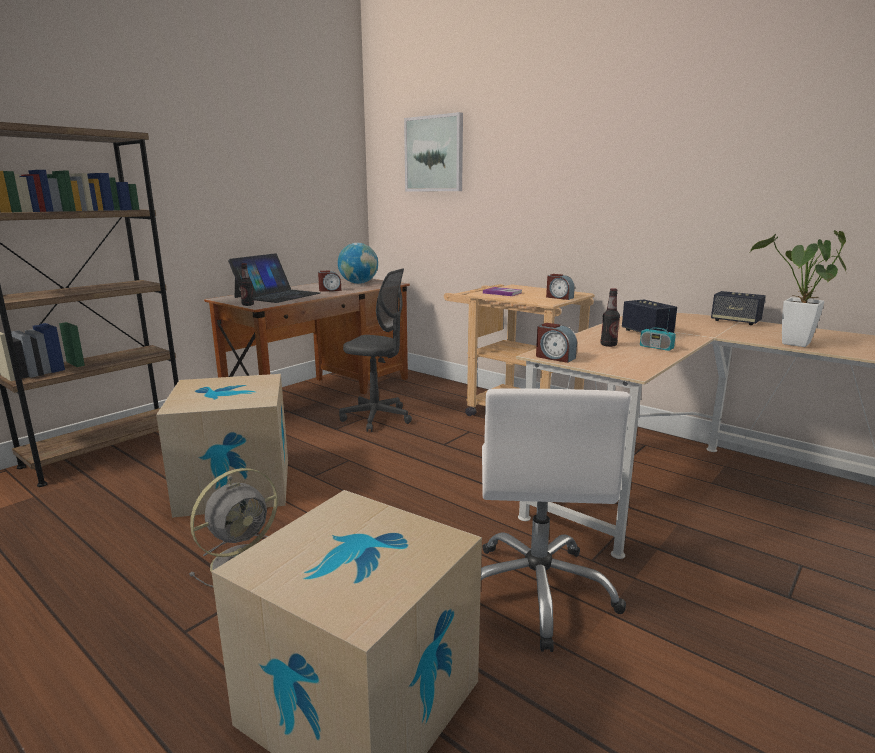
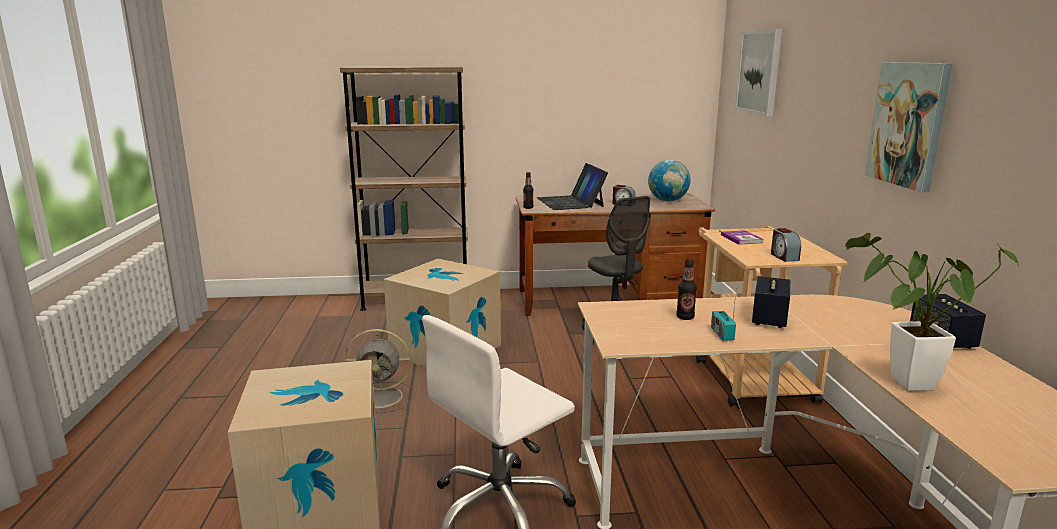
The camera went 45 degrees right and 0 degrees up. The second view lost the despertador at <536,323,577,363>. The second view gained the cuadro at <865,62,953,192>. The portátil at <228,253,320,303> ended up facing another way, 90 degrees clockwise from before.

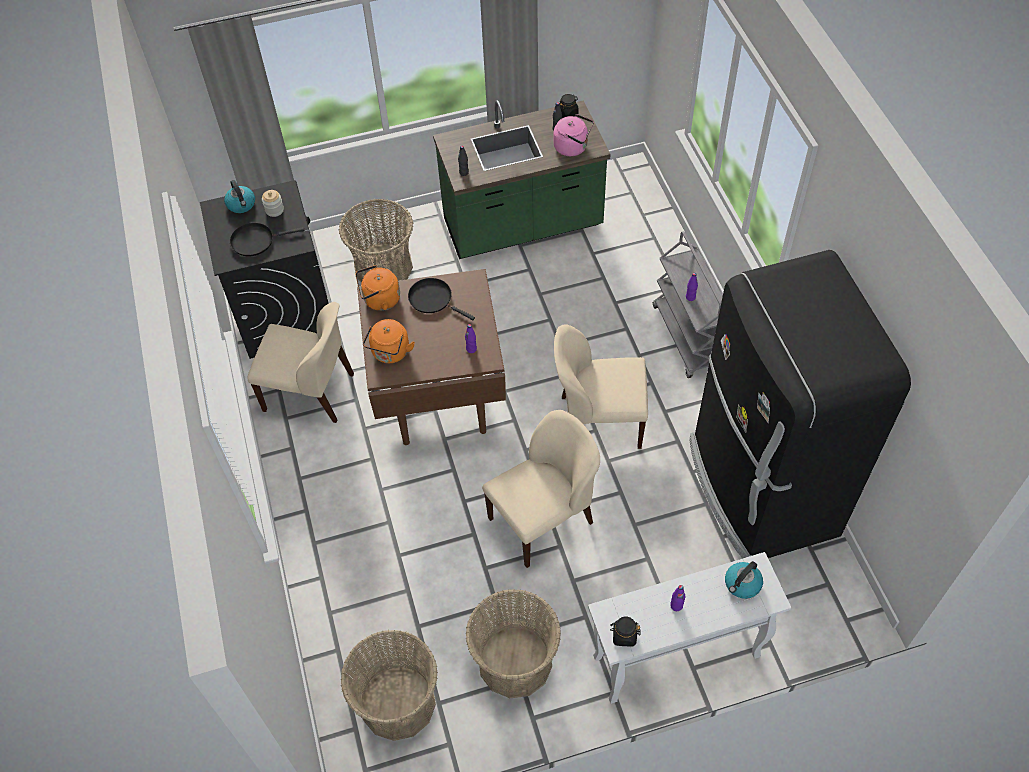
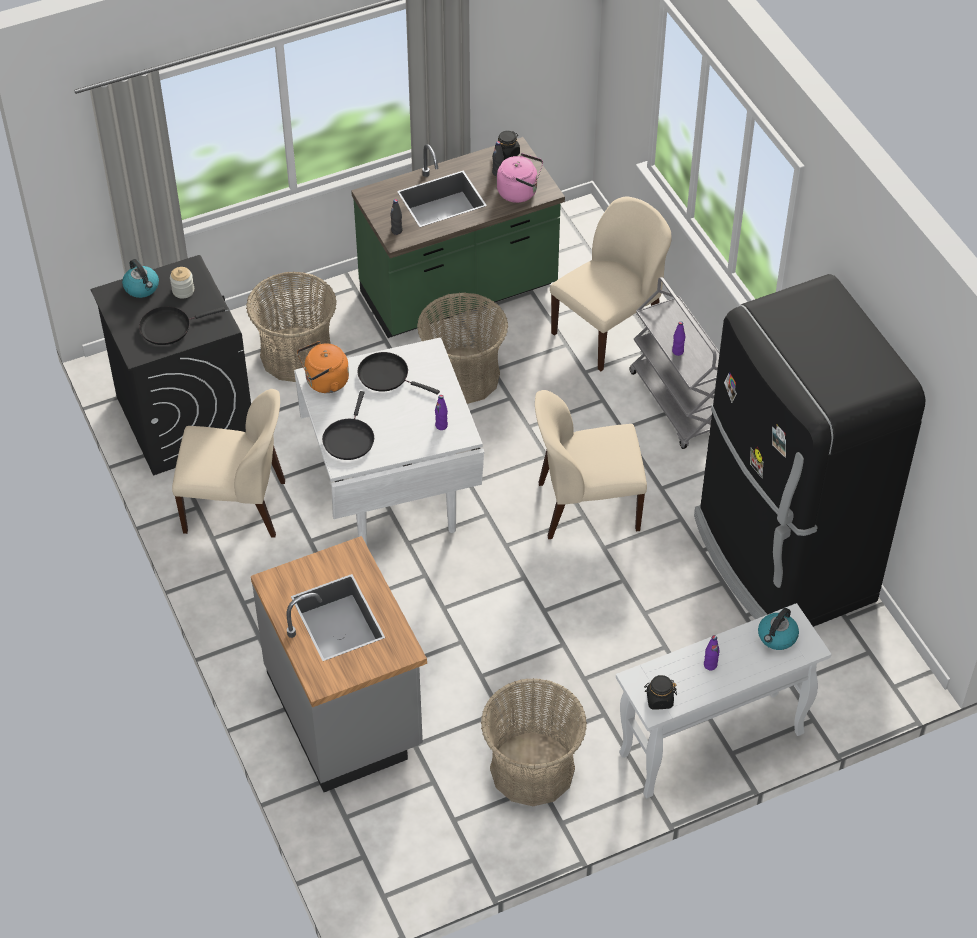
The camera went 10 degrees left and 5 degrees down. The second view gained the mueble bajo de cocina/gris at <251,536,427,792>. The cesta ended up elsewhere, having gone from <341,630,438,741> to <417,292,508,404>. The silla/beis ended up elsewhere, having gone from <482,410,600,568> to <550,197,672,371>. Where the hervidor/naranja stood at <363,319,415,363>, the sartén/negro came to stand at <322,391,374,460>. What was the mesa de comedor/marrón at <357,269,506,445> turned into the mesa de comedor/blanco at <294,338,484,545>.

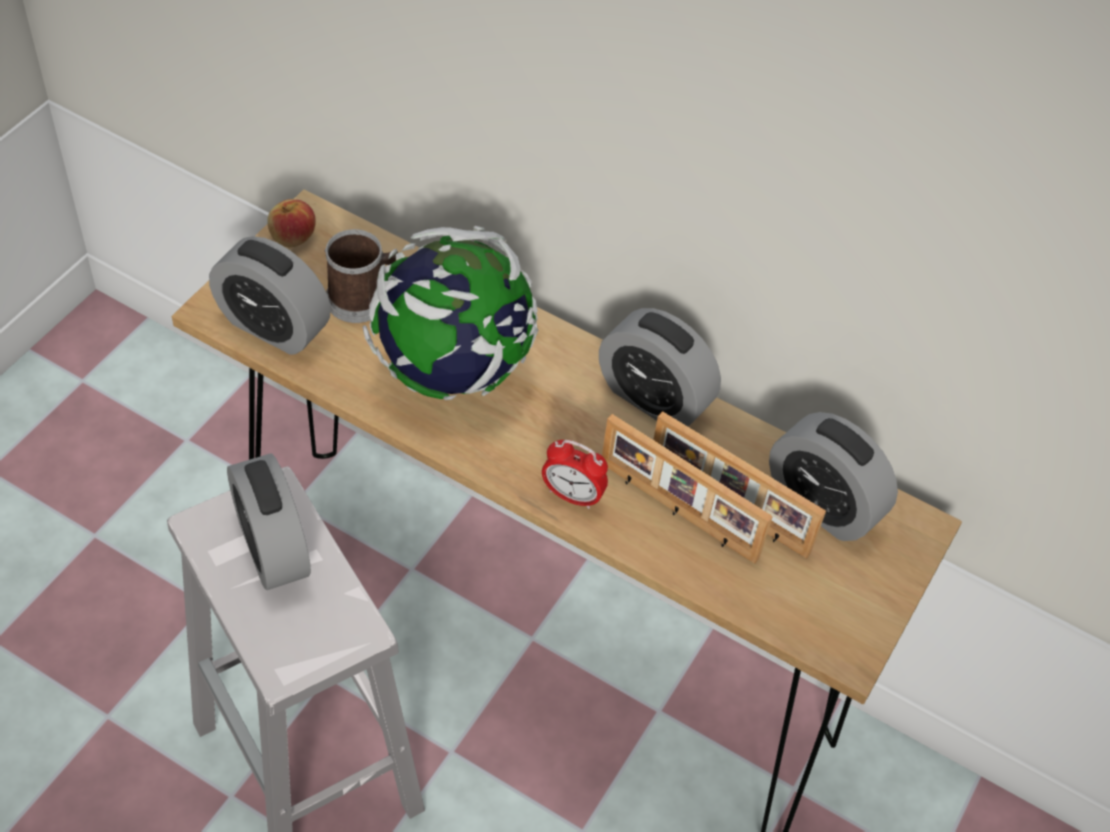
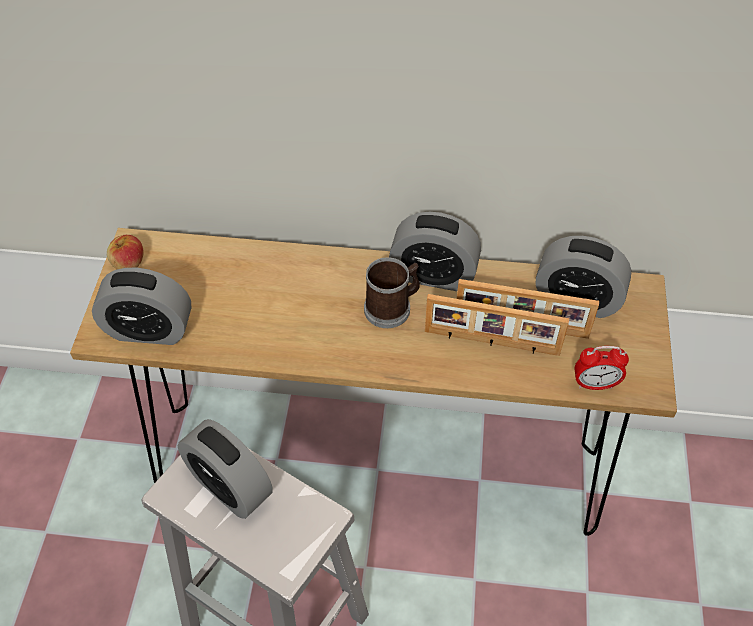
The camera went 20 degrees left and 0 degrees up. The second view lost the globo terráqueo at <363,226,538,400>. The taza grande ended up elsewhere, having gone from <325,229,398,323> to <364,257,420,328>. The despertador ended up elsewhere, having gone from <542,440,608,509> to <574,346,629,390>.

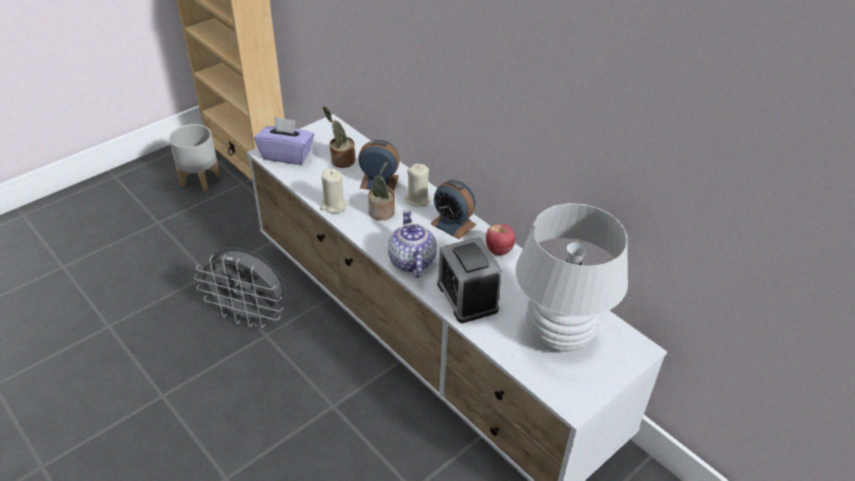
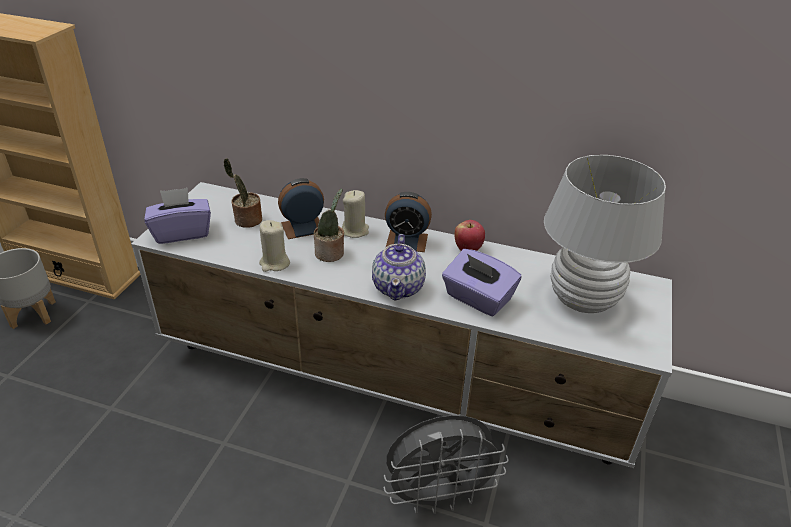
The camera went 30 degrees left and 5 degrees down. The ventilador/gris ended up elsewhere, having gone from <194,247,286,328> to <383,415,509,514>. Where the despertador stood at <437,237,502,323>, the caja de pañuelos/morado came to stand at <442,249,521,316>. The tetera at <388,209,437,278> ended up facing another way, 135 degrees counterclockwise from before.

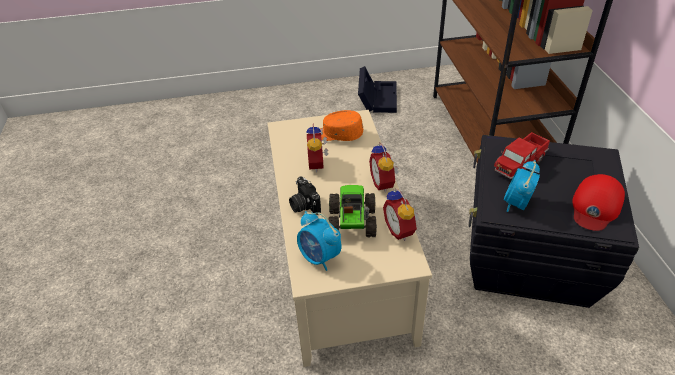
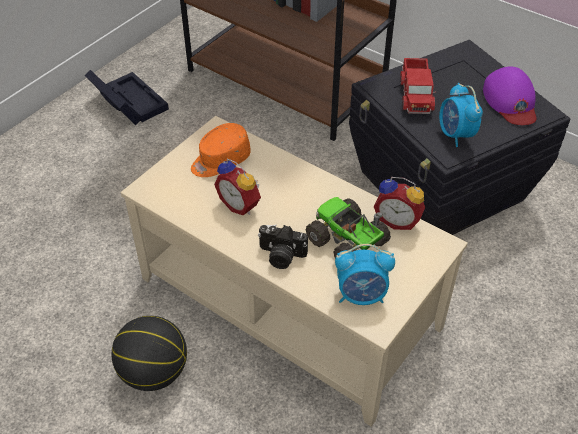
The camera went 45 degrees left and 5 degrees up. The second view lost the despertador at <369,142,399,193>. The second view gained the balón de baloncesto at <112,316,187,391>. What was the gorra/rojo at <572,174,625,231> turned into the gorra/morado at <483,66,537,125>.

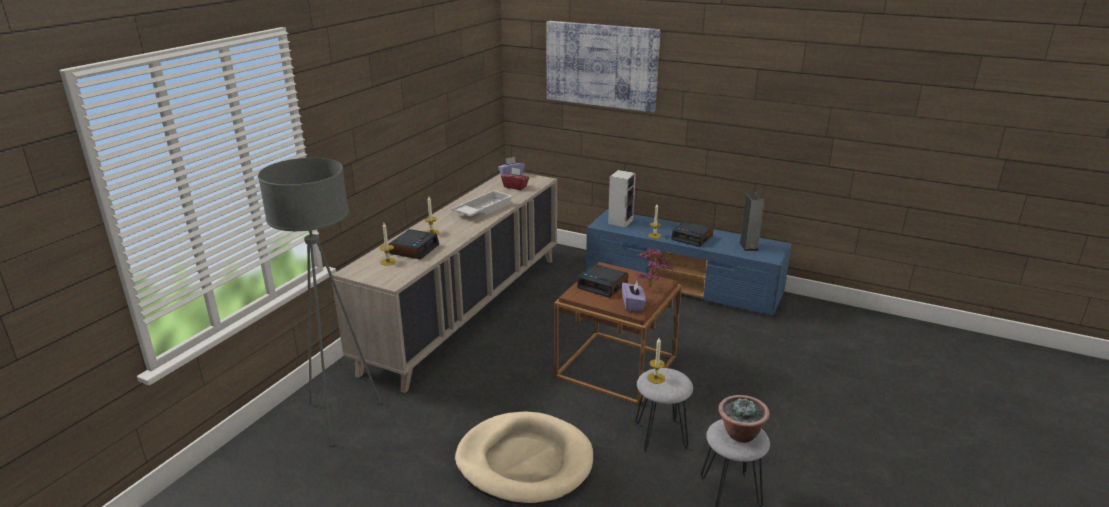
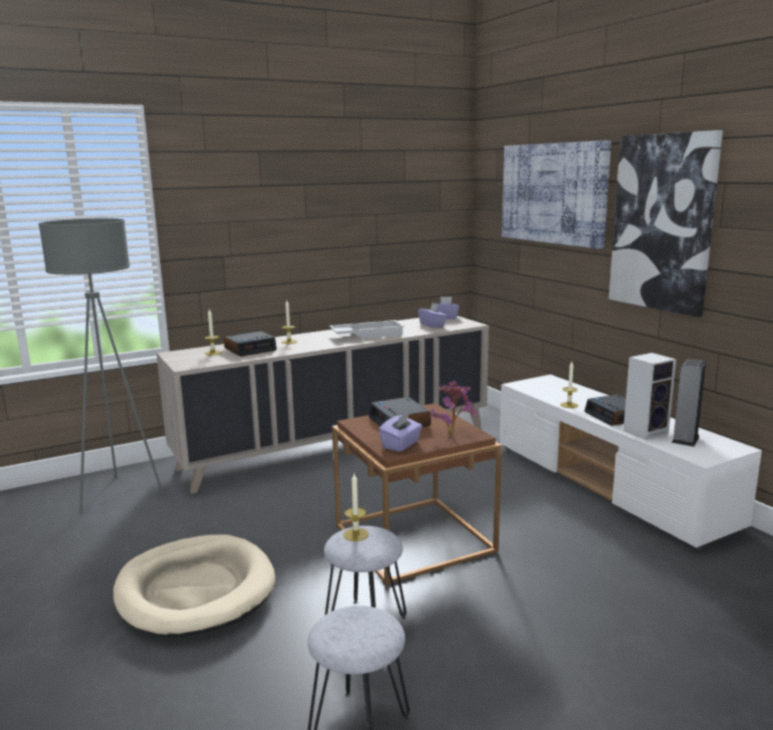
The camera went 35 degrees right and 10 degrees down. The second view lost the planta en maceta at <718,395,770,443>. The second view gained the cuadro at <609,130,723,317>. The altavoz ended up elsewhere, having gone from <608,170,636,227> to <623,353,676,440>. What was the caja de pañuelos/rojo at <501,168,529,190> turned into the caja de pañuelos/morado at <418,303,447,328>. What was the mueble de televisión/azul at <586,209,792,316> turned into the mueble de televisión/blanco at <500,374,762,550>.

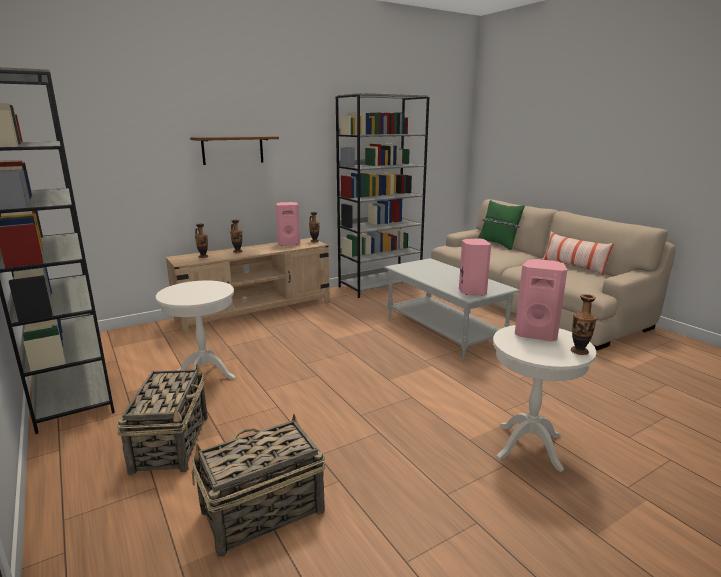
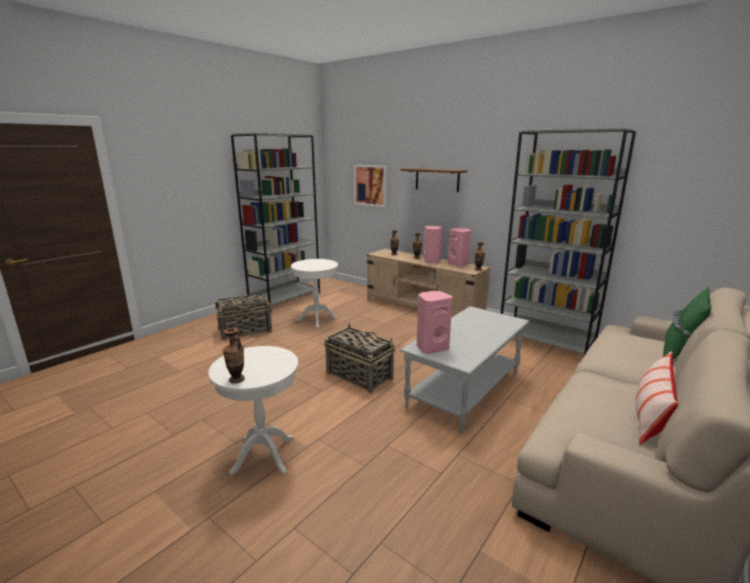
The camera went 70 degrees right and 0 degrees up. The second view gained the cuadro at <354,165,387,207>. The cesta ended up elsewhere, having gone from <192,414,325,557> to <324,323,396,393>. The altavoz/rosa ended up elsewhere, having gone from <515,259,567,341> to <424,226,442,263>.

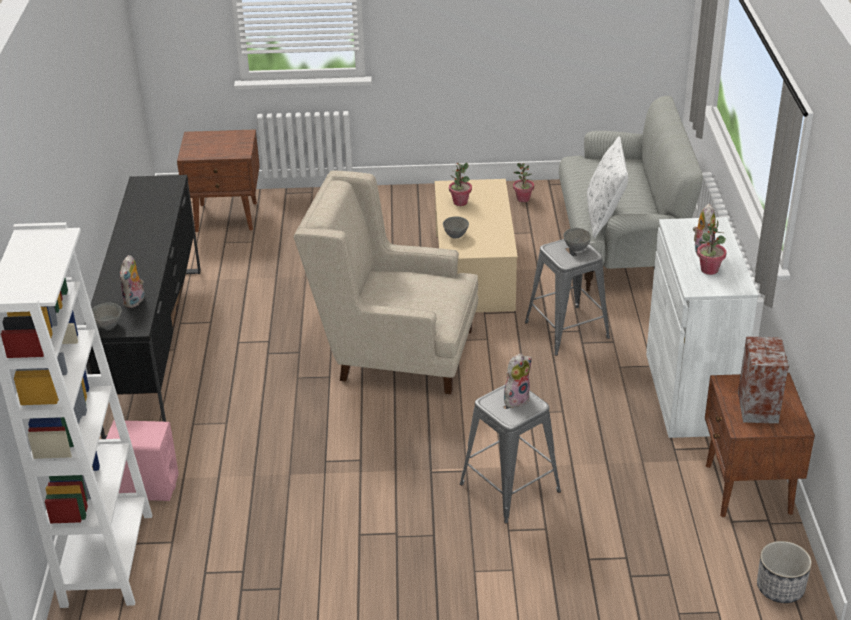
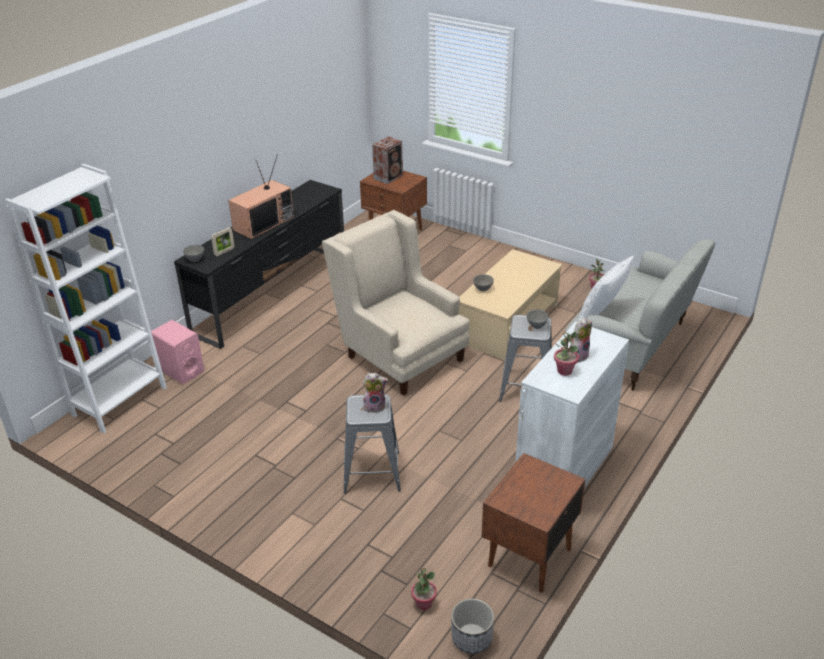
The camera went 35 degrees right and 0 degrees up. The second view gained the televisor at <228,154,294,239>. The planta en maceta ended up elsewhere, having gone from <449,163,472,206> to <411,568,437,610>. The altavoz ended up elsewhere, having gone from <738,336,789,424> to <372,136,403,184>. Where the peluche stood at <119,255,144,308>, the portarretratos came to stand at <211,227,235,256>.

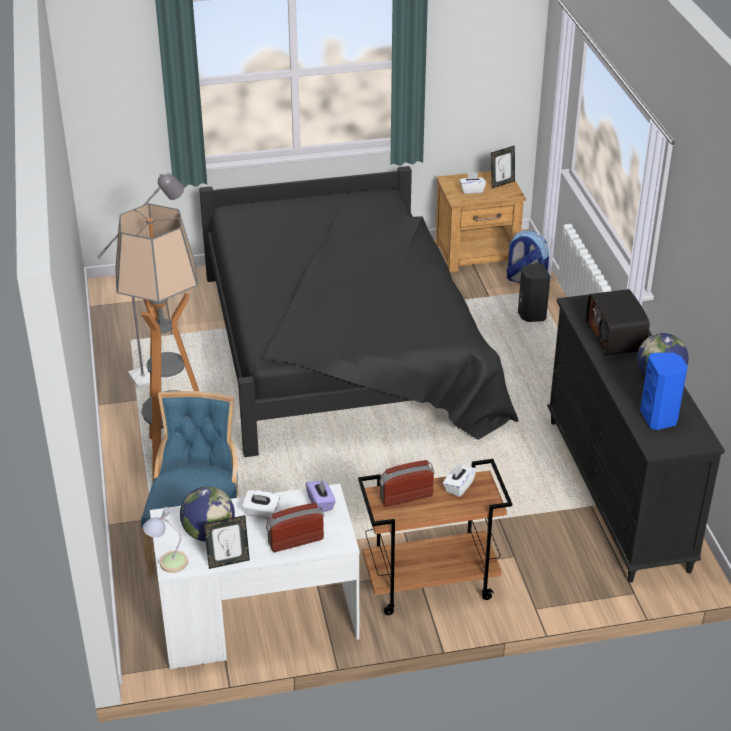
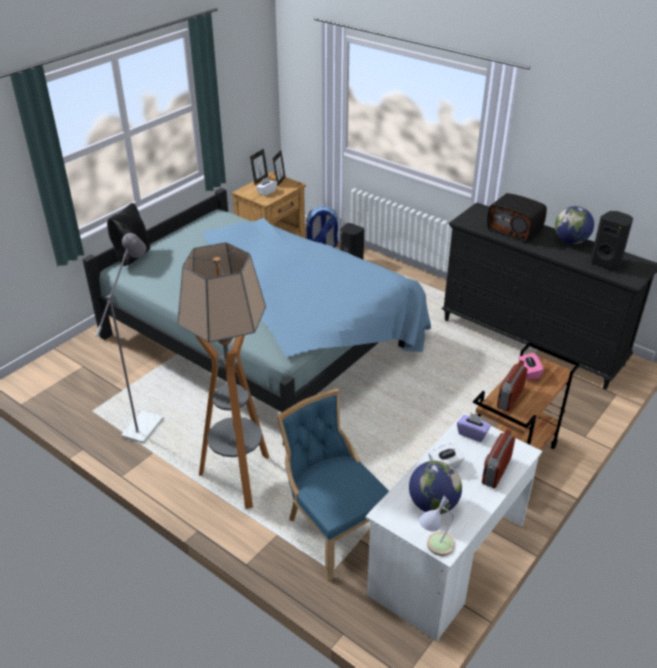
The camera went 40 degrees left and 0 degrees up. The second view gained the cojín/negro at <107,203,150,266>. The portarretratos ended up elsewhere, having gone from <204,515,250,569> to <250,149,268,185>. What was the cama/negro at <199,166,518,457> turned into the cama/azul at <83,188,431,446>. What was the caja de pañuelos/blanco at <443,463,476,497> turned into the caja de pañuelos/rosa at <518,353,544,380>. What was the altavoz/azul at <640,353,688,430> turned into the altavoz/negro at <590,211,633,271>.

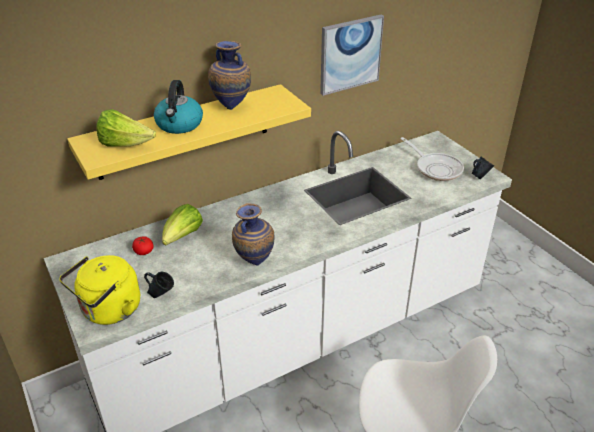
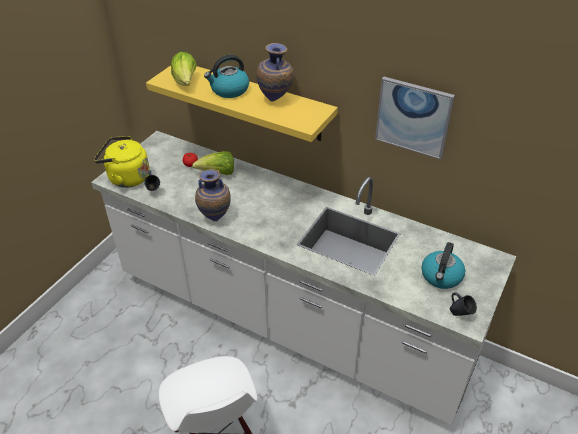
The camera went 60 degrees right and 5 degrees up. Where the sartén stood at <400,137,464,181>, the hervidor came to stand at <421,242,465,289>.

